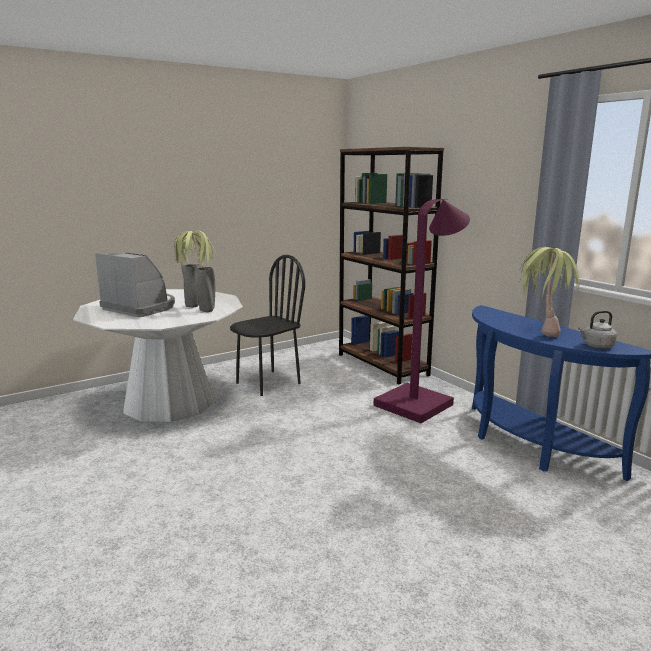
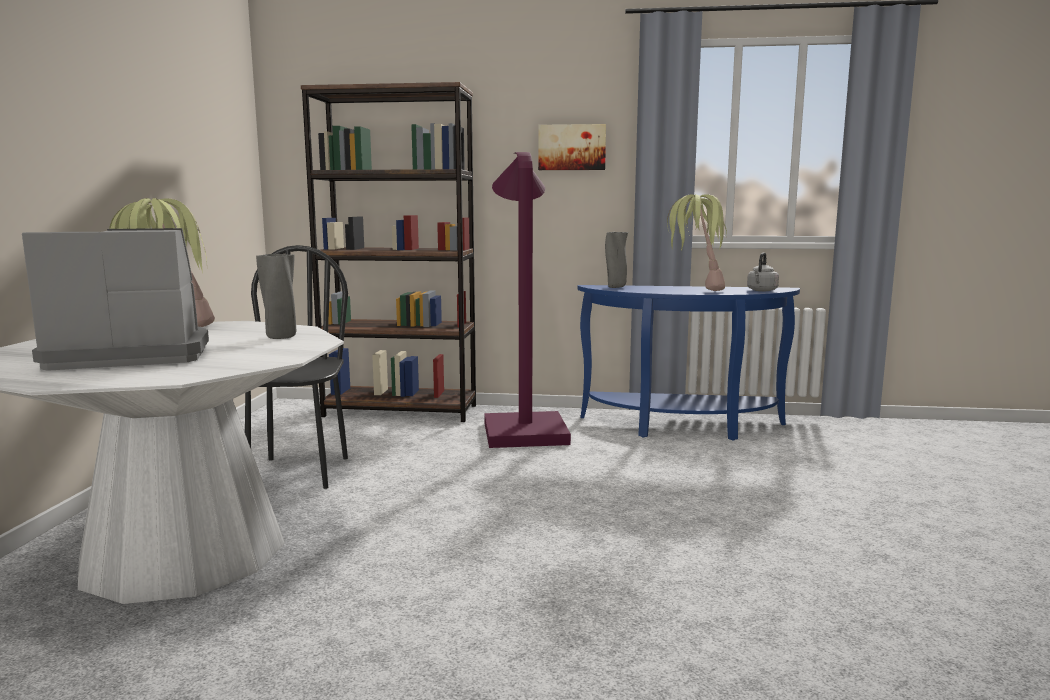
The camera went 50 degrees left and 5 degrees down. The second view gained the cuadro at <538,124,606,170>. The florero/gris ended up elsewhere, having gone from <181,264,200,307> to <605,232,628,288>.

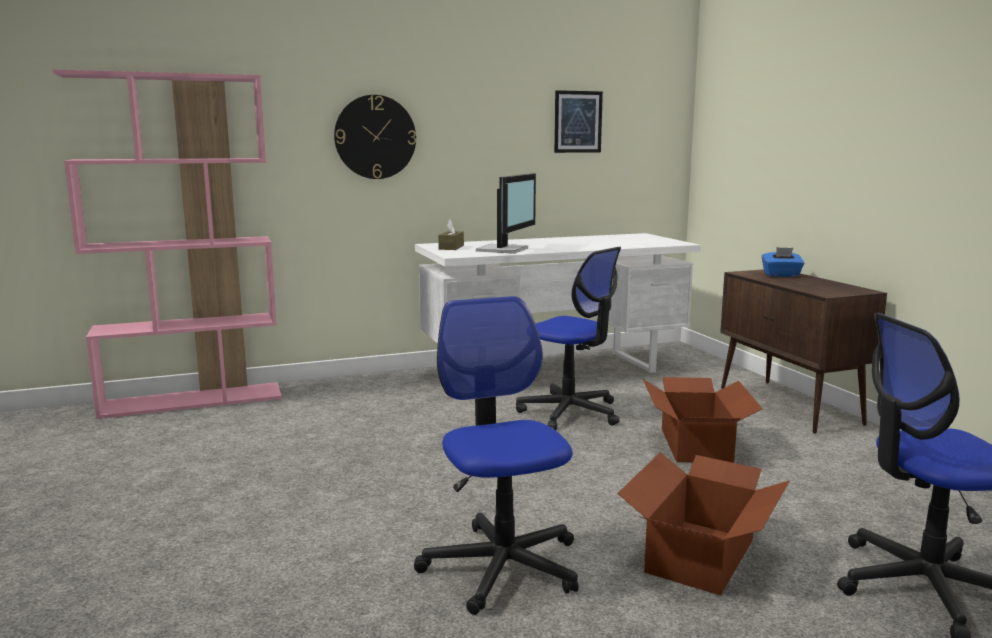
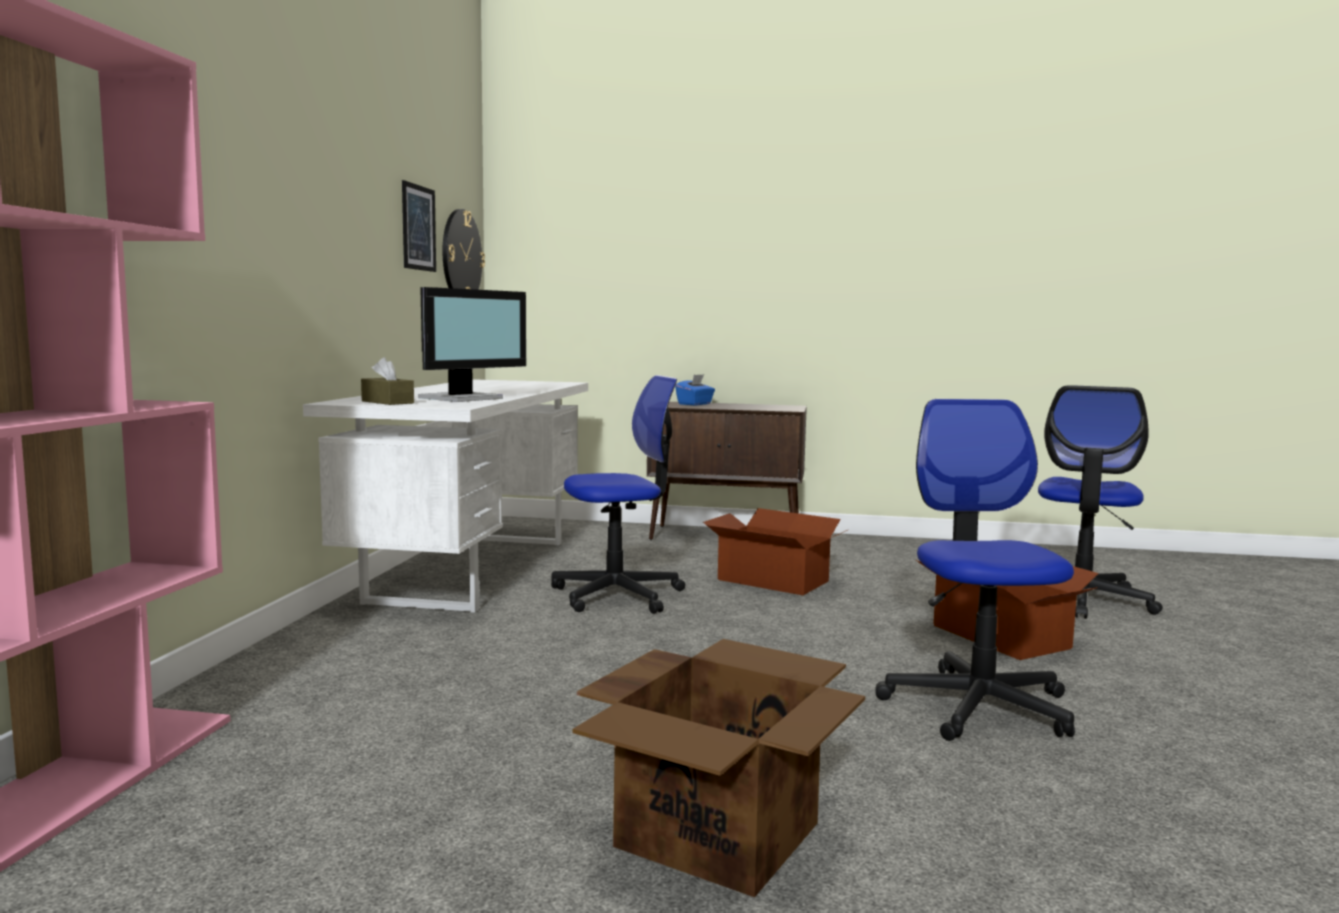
The camera went 60 degrees left and 5 degrees down. The second view gained the caja de cartón at <573,639,865,897>. The reloj de pared ended up elsewhere, having gone from <334,95,416,179> to <443,209,485,290>. The silla de oficina at <414,296,579,615> ended up facing another way, 75 degrees clockwise from before. The monitor at <476,173,536,254> ended up facing another way, 75 degrees clockwise from before.

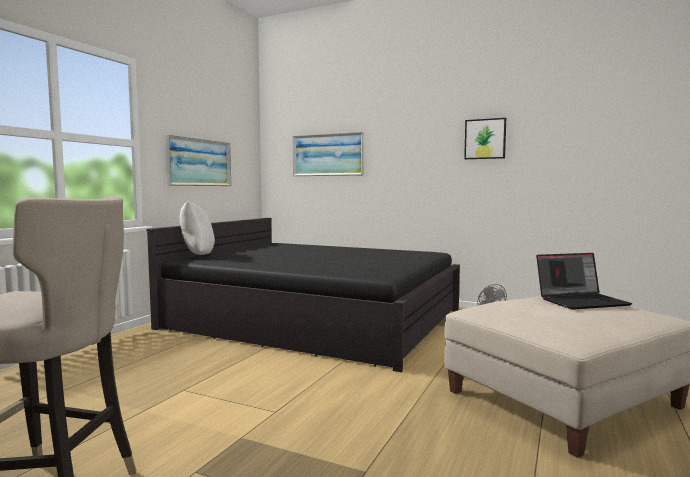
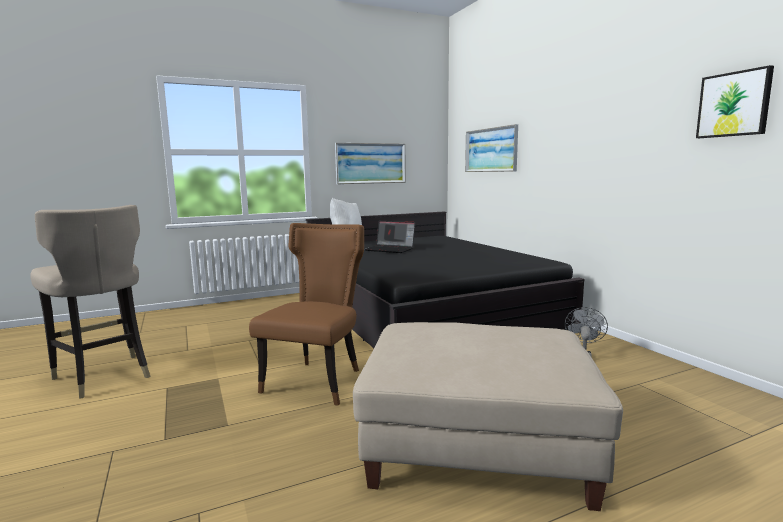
The camera went 40 degrees right and 5 degrees up. The second view gained the silla/marrón at <249,223,364,405>. The cuadro ended up elsewhere, having gone from <464,118,506,159> to <696,65,774,138>. The portátil ended up elsewhere, having gone from <536,253,632,310> to <364,221,415,253>.

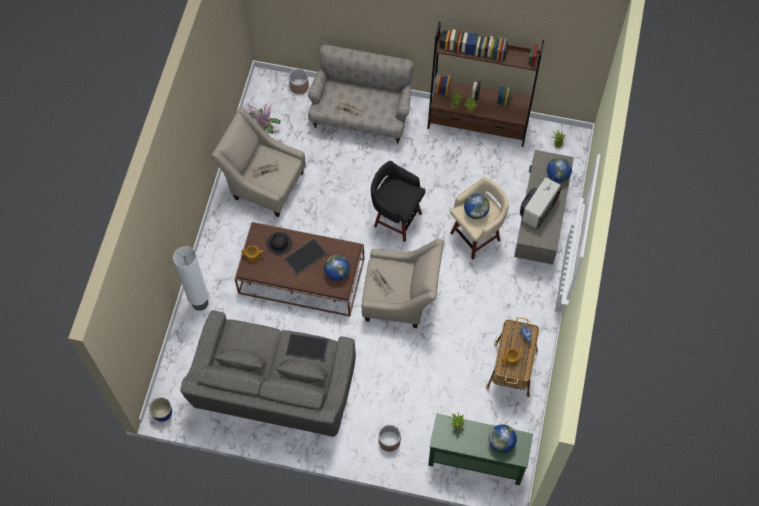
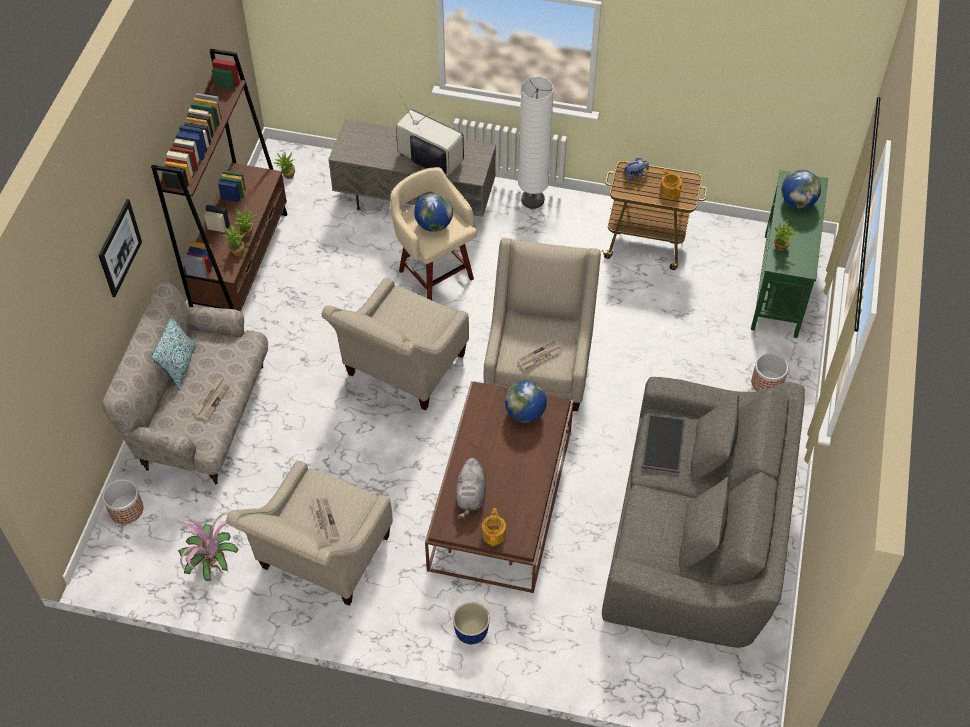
The camera went 90 degrees left and 10 degrees down. The second view lost the bandeja at <284,238,328,275>. The second view lost the globo terráqueo at <547,157,572,182>. The second view gained the cuadro at <98,199,142,297>. The second view gained the cojín at <152,318,196,391>. The maceta ended up elsewhere, having gone from <149,397,172,422> to <453,602,490,644>. The lámpara de pie/blanco ended up elsewhere, having gone from <173,246,208,311> to <518,77,554,209>. Where the sombrero/negro stood at <267,232,292,255>, the peluche/gris came to stand at <456,458,486,519>. Where the taburete/negro stood at <371,161,425,242>, the sillón/beis came to stand at <321,278,469,411>.

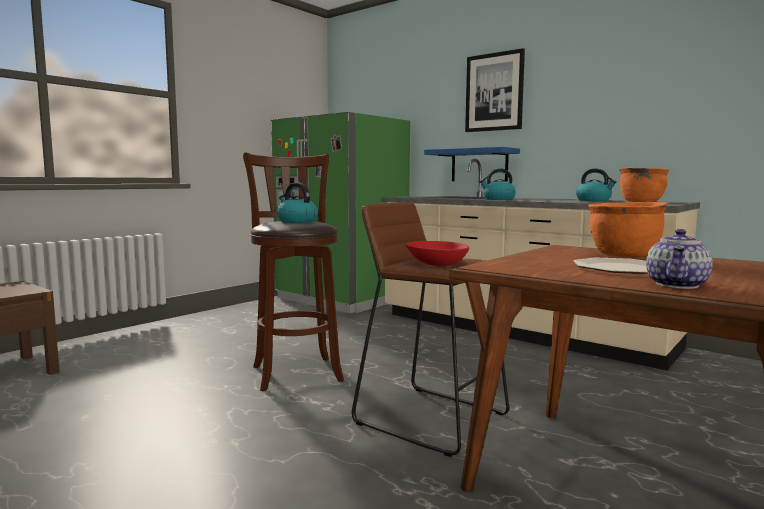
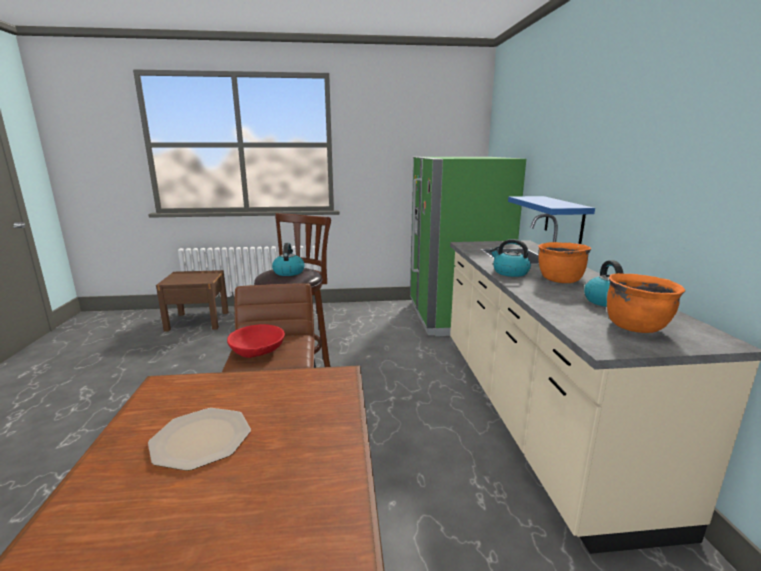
The camera went 45 degrees right and 10 degrees up. The second view lost the cuadro at <465,48,525,132>. The second view lost the tetera at <646,229,713,289>. The olla/naranja ended up elsewhere, having gone from <588,202,667,257> to <538,242,591,283>.

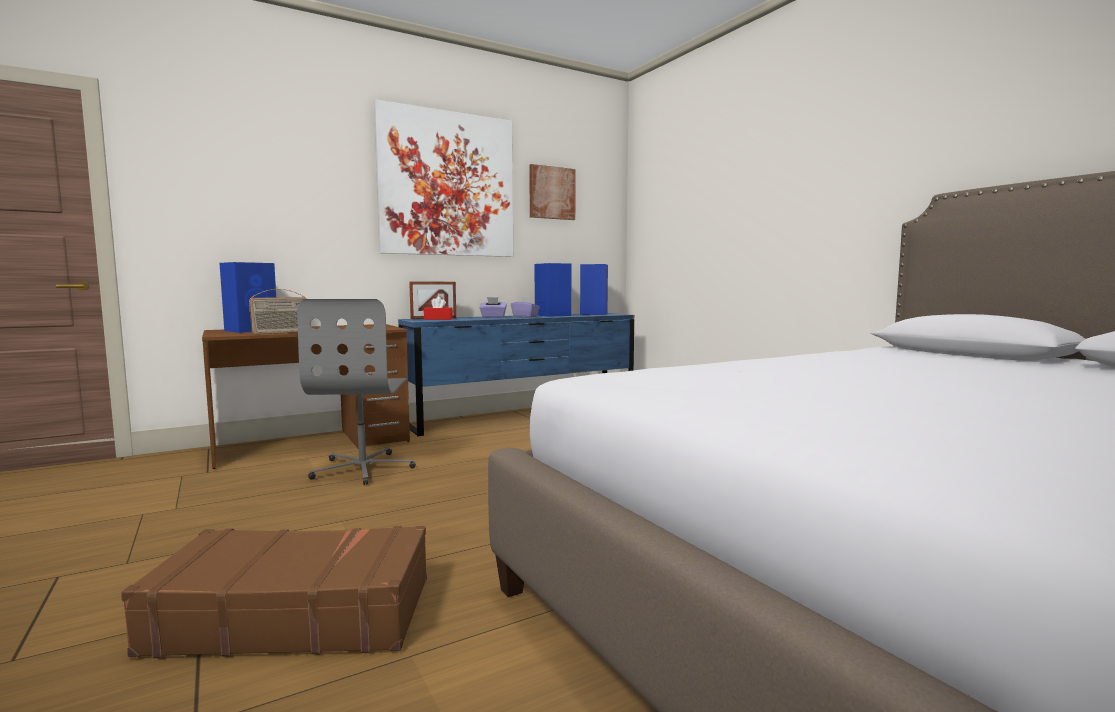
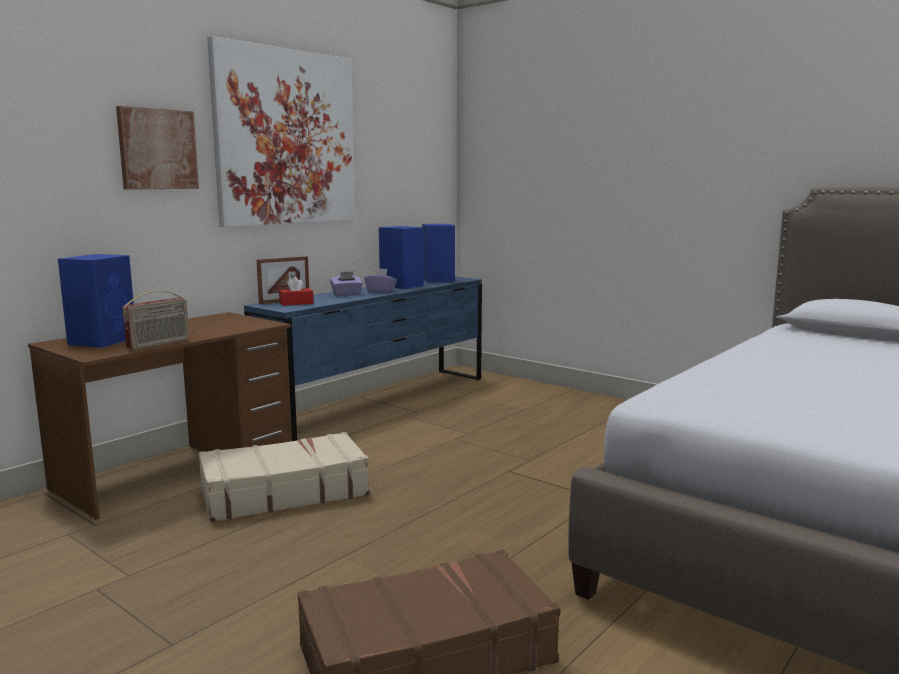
The camera went 20 degrees left and 5 degrees up. The cuadro ended up elsewhere, having gone from <529,164,576,220> to <116,106,199,190>. Where the silla de oficina/gris stood at <297,299,416,485>, the maleta/beis came to stand at <199,432,370,522>.

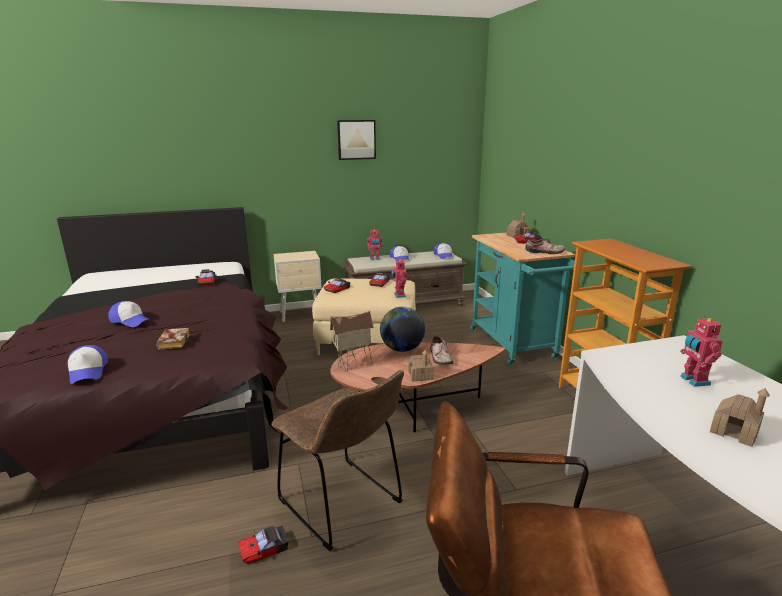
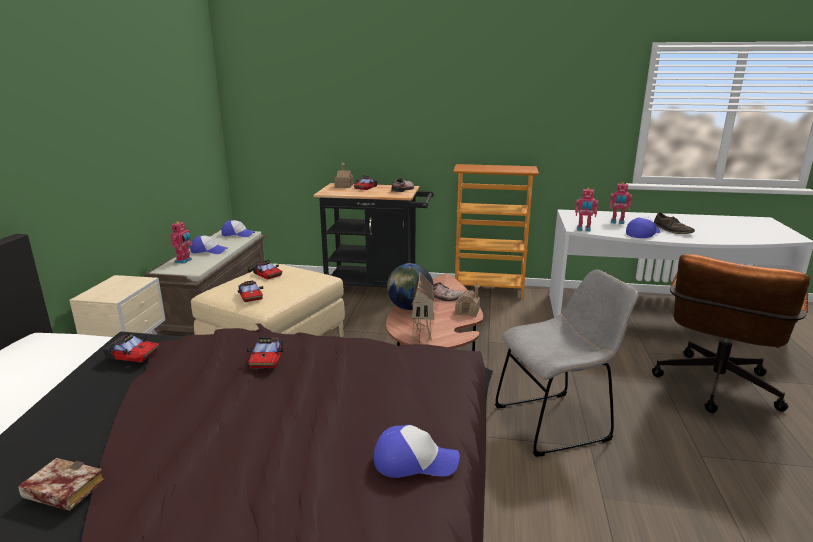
The camera went 65 degrees left and 0 degrees up. The second view lost the cuadro at <337,120,376,160>. The gorra ended up elsewhere, having gone from <108,301,148,327> to <626,217,660,238>. The libro ended up elsewhere, having gone from <156,328,190,350> to <18,458,105,511>. The coche de juguete ended up elsewhere, having gone from <238,525,289,564> to <247,337,283,368>. The robot de juguete ended up elsewhere, having gone from <392,259,407,298> to <575,188,598,232>. Where the casita stood at <710,388,770,447>, the zapato/marrón came to stand at <654,212,695,234>. What was the silla/marrón at <271,370,404,551> turned into the silla/gris at <495,270,638,457>. What was the carrito/turquesa at <470,233,584,366> turned into the carrito/negro at <314,183,434,288>.

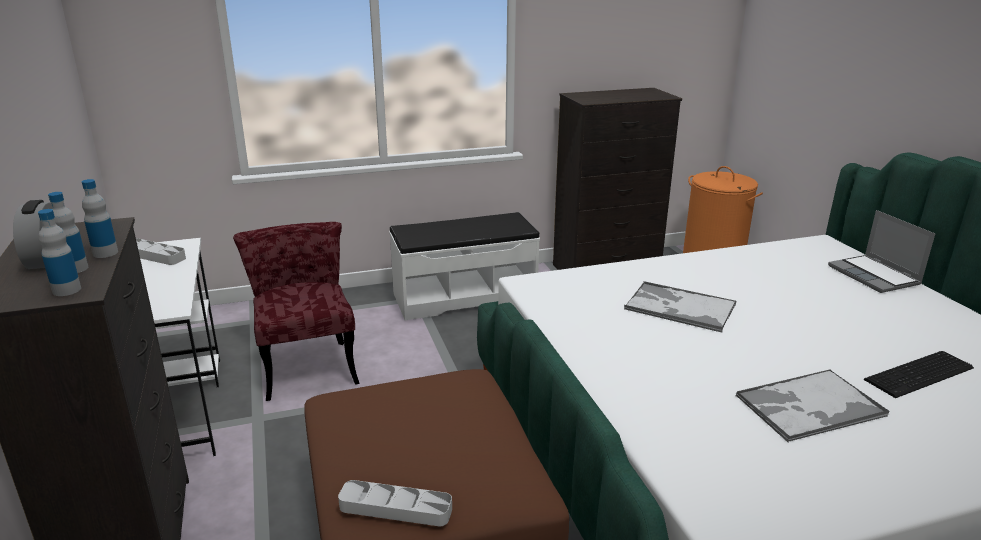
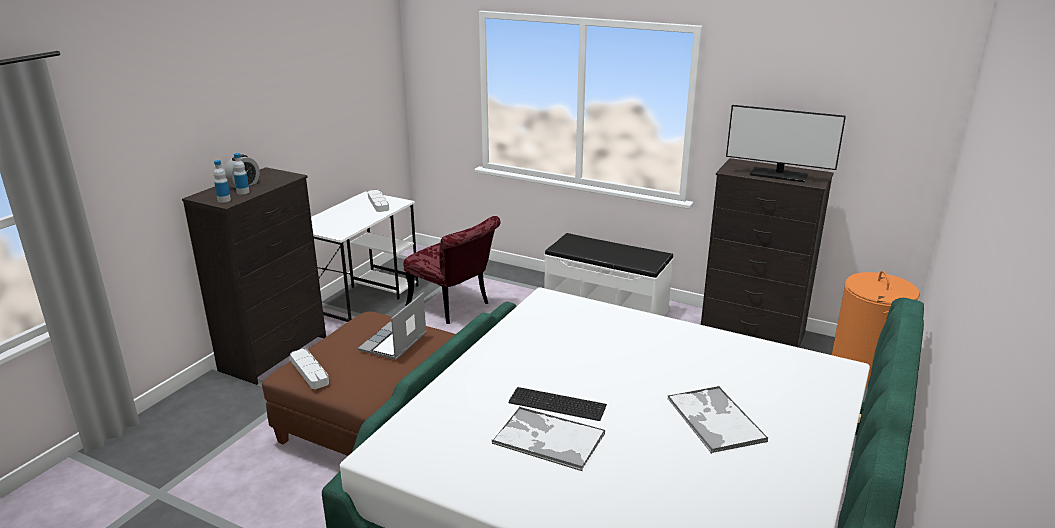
The camera went 45 degrees right and 0 degrees up. The second view lost the botella at <82,179,118,258>. The second view gained the monitor at <726,105,846,183>. The bandeja ended up elsewhere, having gone from <624,281,736,333> to <667,386,768,454>. The portátil ended up elsewhere, having gone from <828,210,935,293> to <358,293,427,360>. The teclado ended up elsewhere, having gone from <864,351,974,398> to <509,387,607,421>. The silla/rojo at <233,222,360,401> ended up facing another way, 105 degrees clockwise from before.

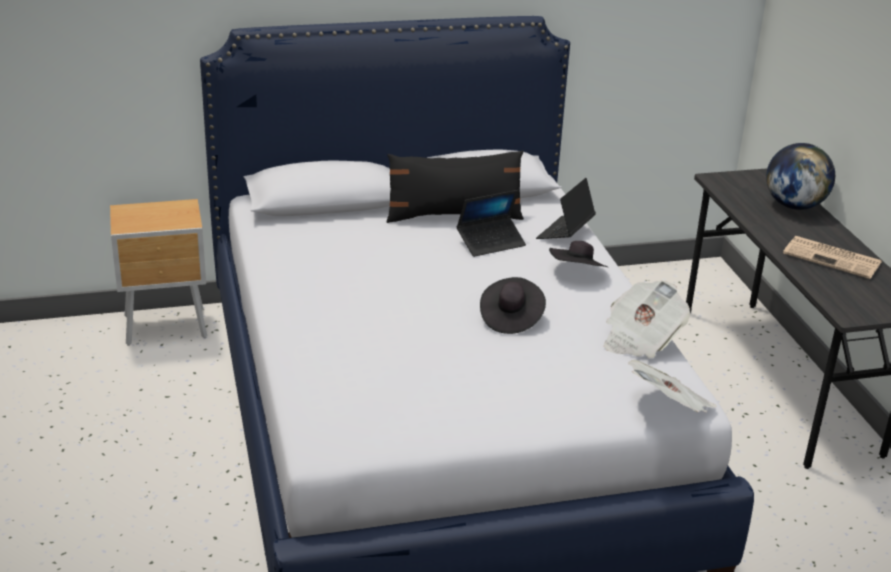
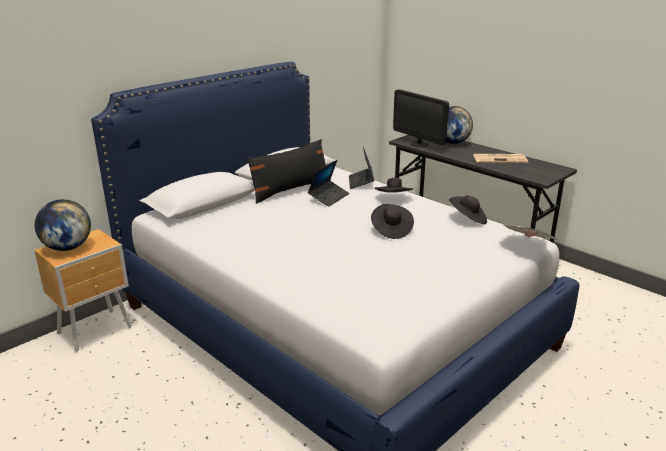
The camera went 30 degrees left and 5 degrees down. The second view gained the globo terráqueo at <35,199,91,251>. The second view gained the monitor at <393,89,449,147>. Where the periódico stood at <604,281,690,358>, the sombrero/negro came to stand at <449,195,487,224>.

